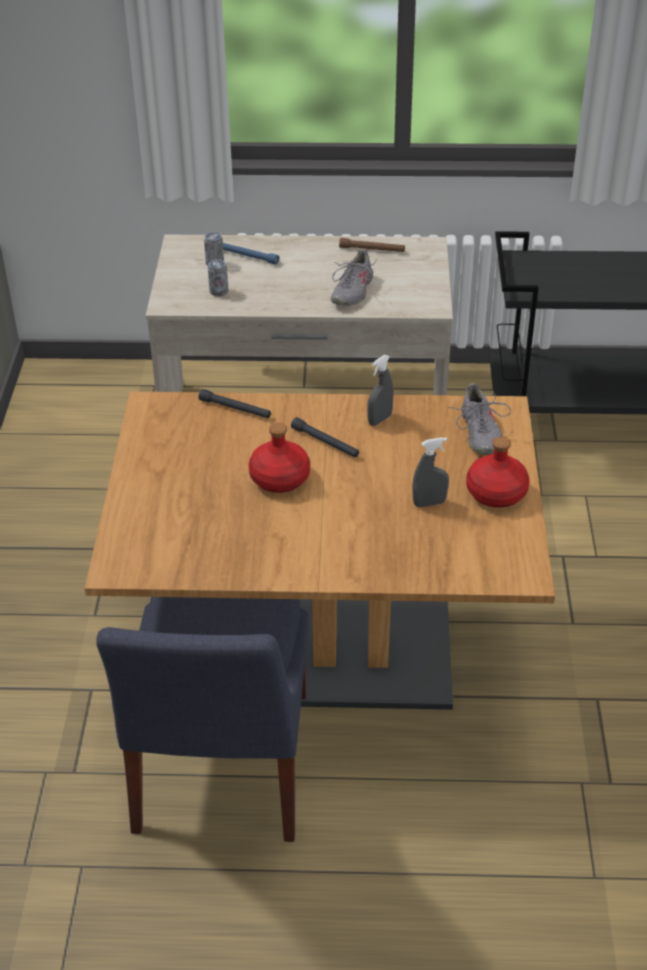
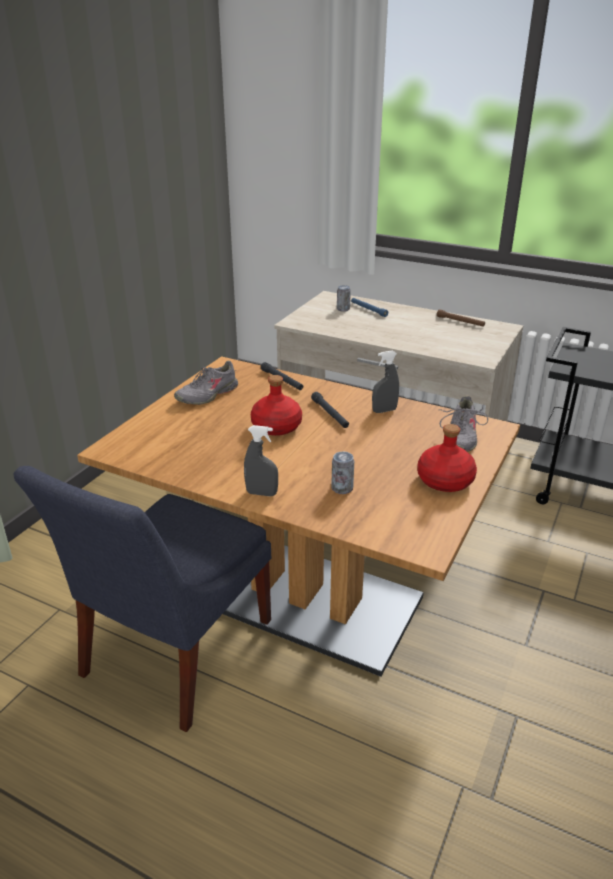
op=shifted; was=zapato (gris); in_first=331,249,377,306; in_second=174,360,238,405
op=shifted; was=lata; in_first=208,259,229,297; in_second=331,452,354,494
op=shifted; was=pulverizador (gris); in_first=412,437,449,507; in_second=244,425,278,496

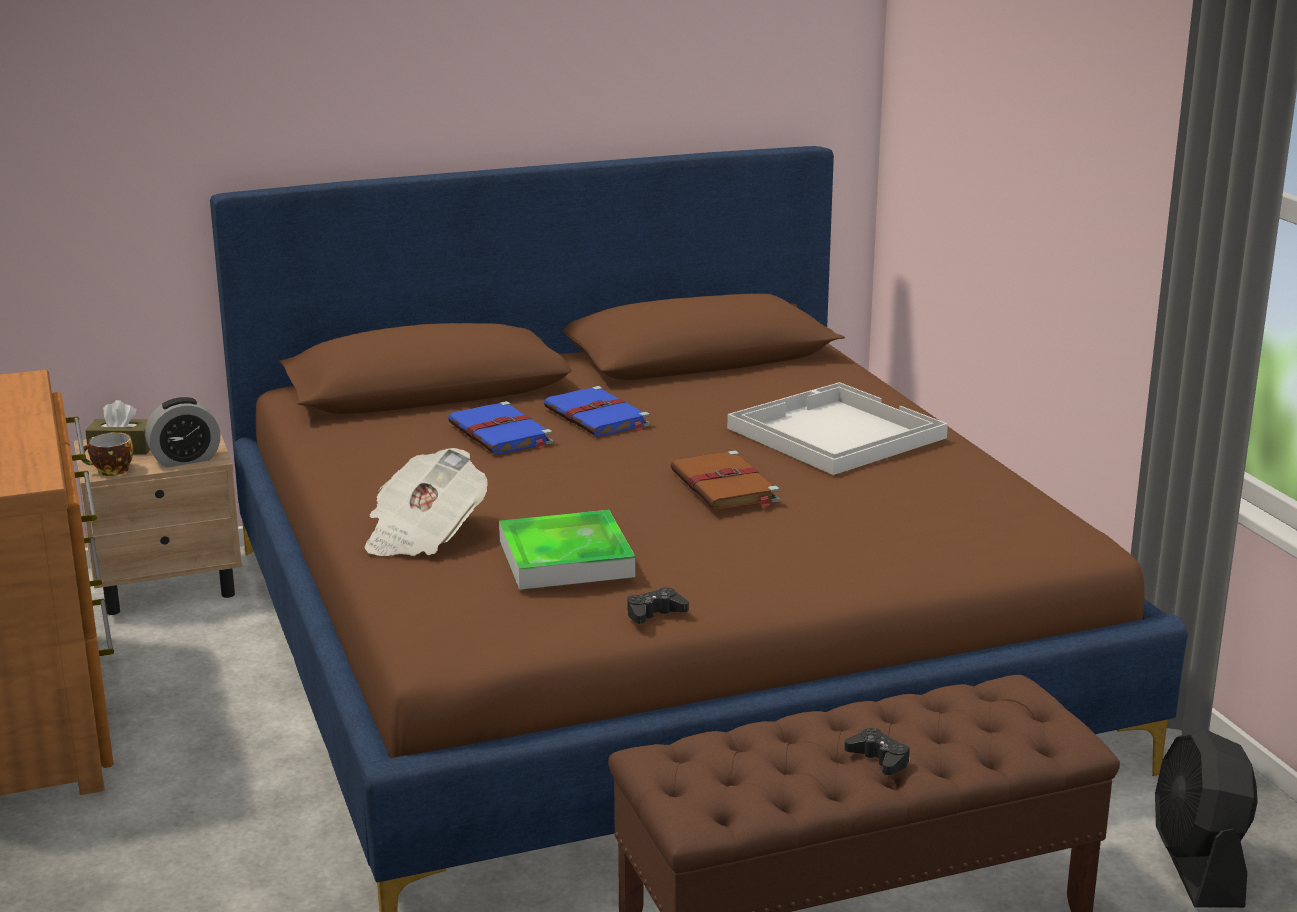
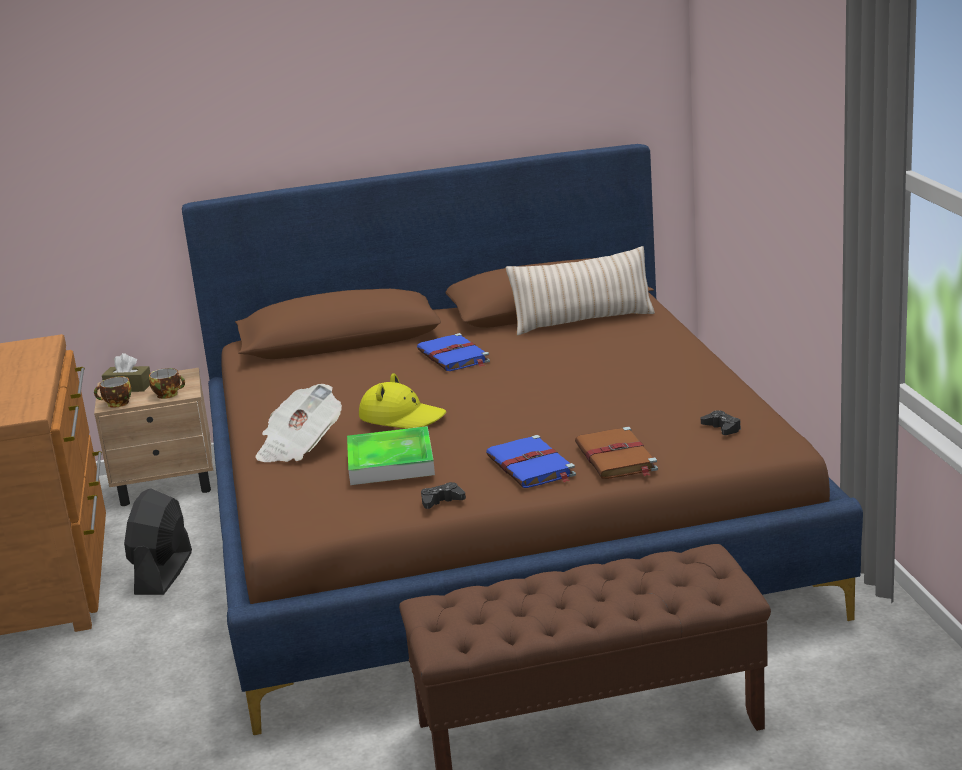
op=gone; was=bandeja (blanco); in_first=727,382,948,475
op=swapped; was=despertador; now=taza; in_first=145,397,220,467; in_second=149,368,185,399
op=shifted; was=libro (azul); in_first=448,401,553,454; in_second=486,435,576,488
op=shifted; was=libro (marrón); in_first=670,450,779,510; in_second=575,427,658,479
op=shifted; was=mando de consola (negro); in_first=844,728,910,775; in_second=701,410,741,435
op=shifted; was=ventilador (negro); in_first=1155,729,1258,908; in_second=124,488,192,595
op=new; now=cojín (beis); in_second=505,246,655,336
op=new; now=sombrero (amarillo); in_second=359,373,446,429

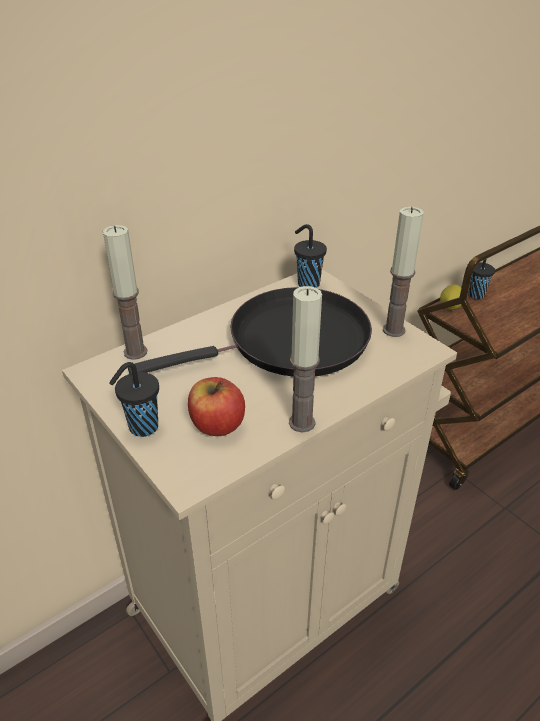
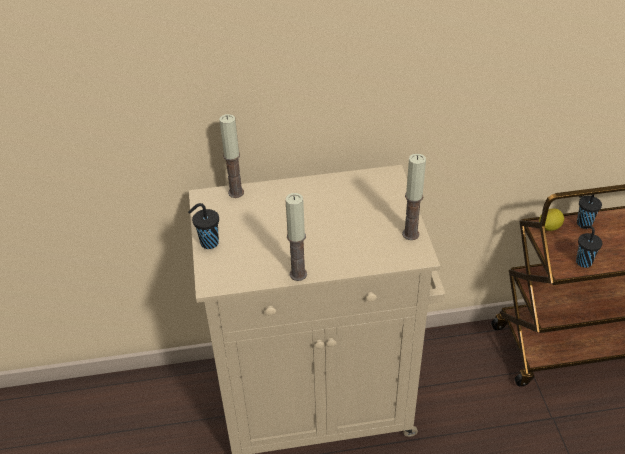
op=shifted; was=taza (negro); in_first=294,224,327,288; in_second=576,226,602,268
op=gone; was=sartén (negro); in_first=128,287,372,376
op=gone; was=manzana; in_first=188,377,245,436

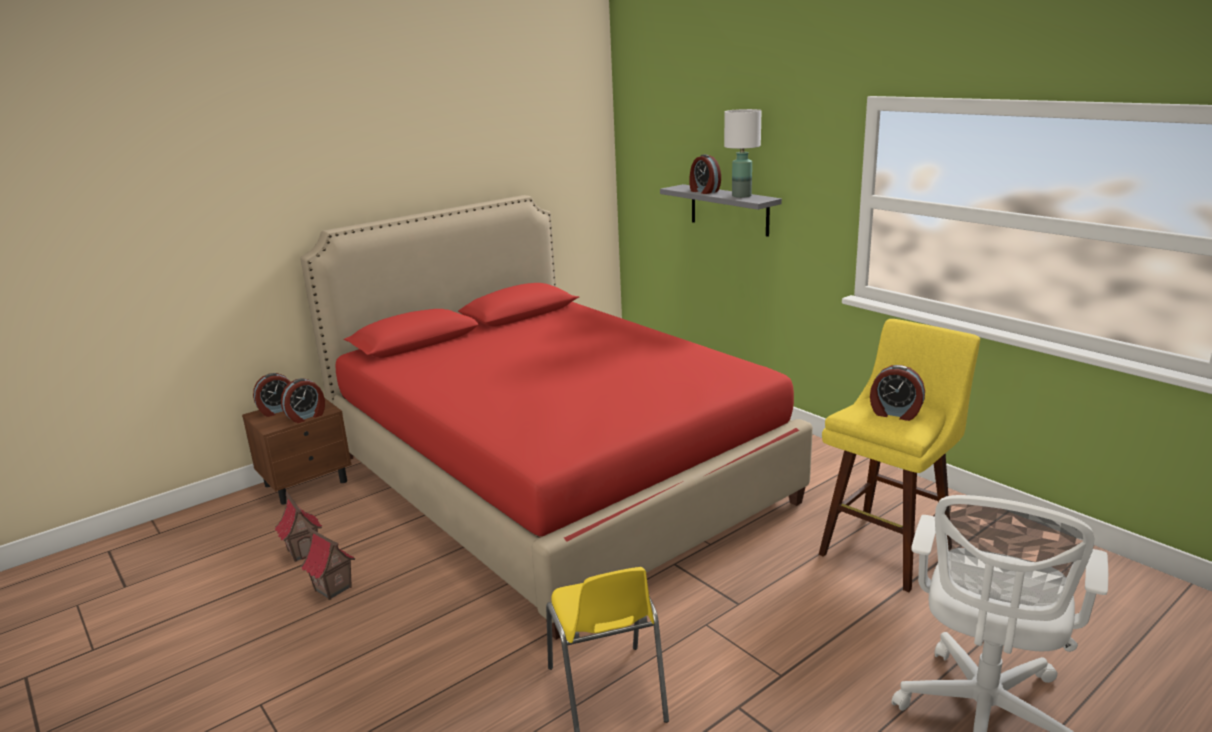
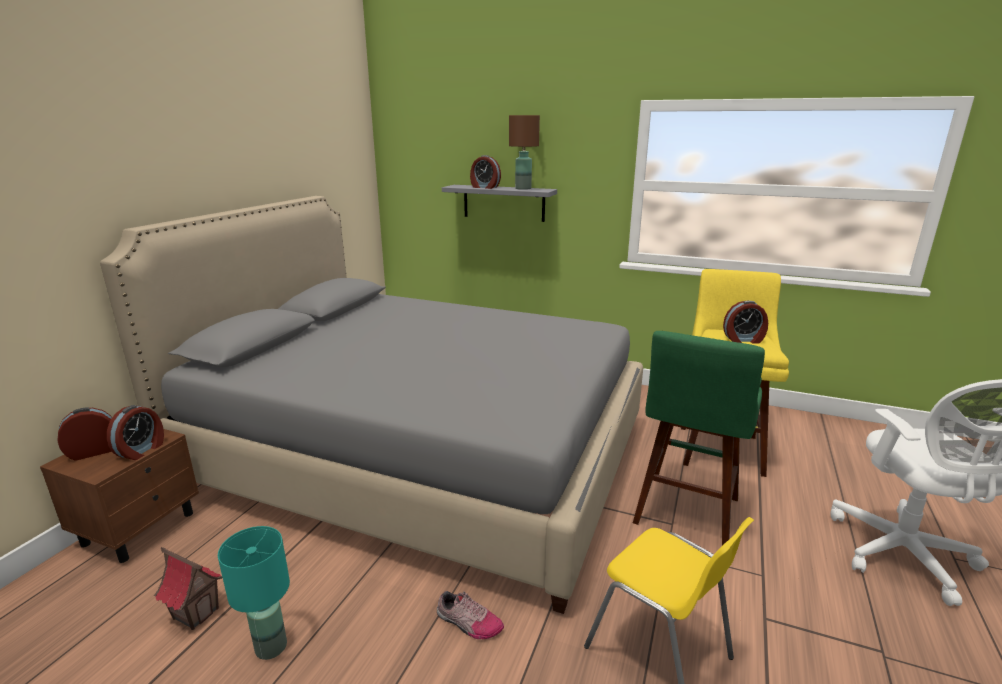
op=repainted; was=lámpara de mesa (blanco); now=lámpara de mesa (marrón); in_first=724,109,762,198; in_second=509,115,540,190
op=repainted; was=cama (rojo); now=cama (gris); in_first=300,195,813,640; in_second=100,196,643,614
op=rotated; was=despertador; in_first=253,373,290,417; in_second=57,407,112,461; clockwise=-150
op=swapped; was=casita; now=lámpara de mesa (turquesa); in_first=301,527,355,600; in_second=218,526,290,660
op=new; now=taburete (verde); in_second=633,331,765,545
op=new; now=zapato; in_second=437,591,504,639

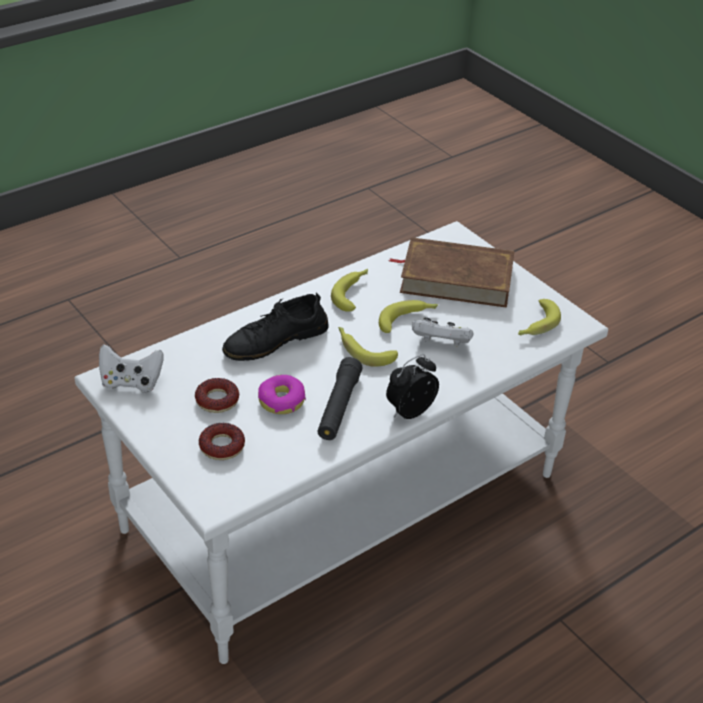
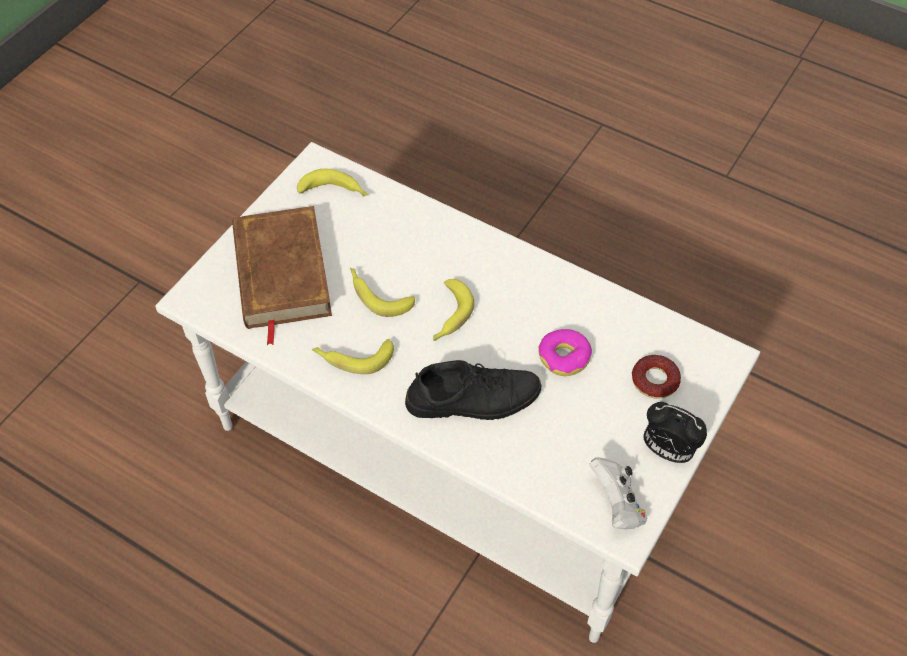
op=rotated; was=zapato (negro); in_first=222,293,328,361; in_second=405,360,541,420; clockwise=-45
op=gone; was=mando de consola (blanco); in_first=412,317,473,347
op=shifted; was=despertador; in_first=386,354,439,419; in_second=644,402,707,463
op=gone; was=linterna (negro); in_first=317,357,362,440
op=gone; was=rosquilla; in_first=195,378,239,413

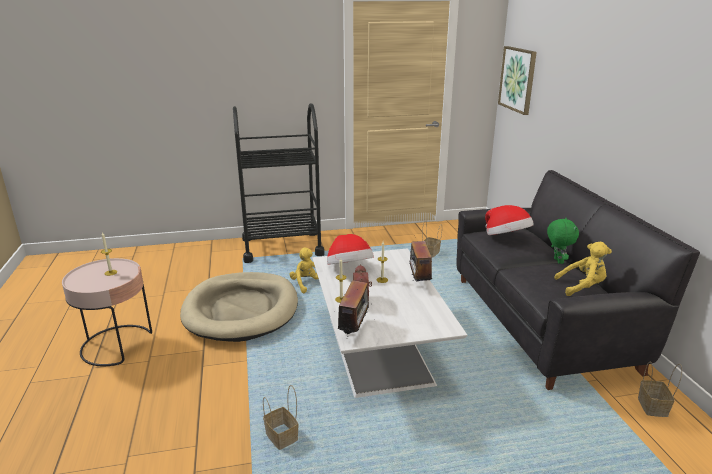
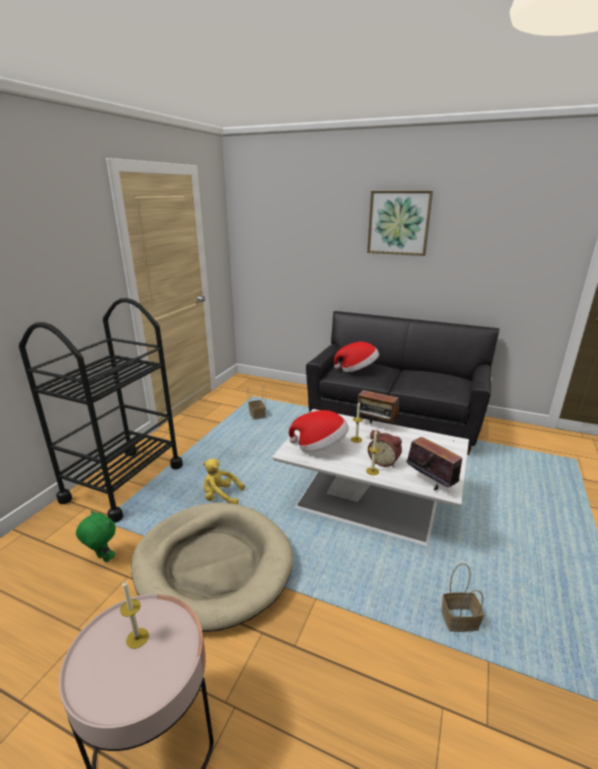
op=shifted; was=cuadro; in_first=498,46,537,115; in_second=367,191,433,256
op=shifted; was=peluche (verde); in_first=547,218,579,264; in_second=76,510,116,562
op=gone; was=peluche (amarillo); in_first=554,242,612,296
op=gone; was=cesta; in_first=638,362,682,417

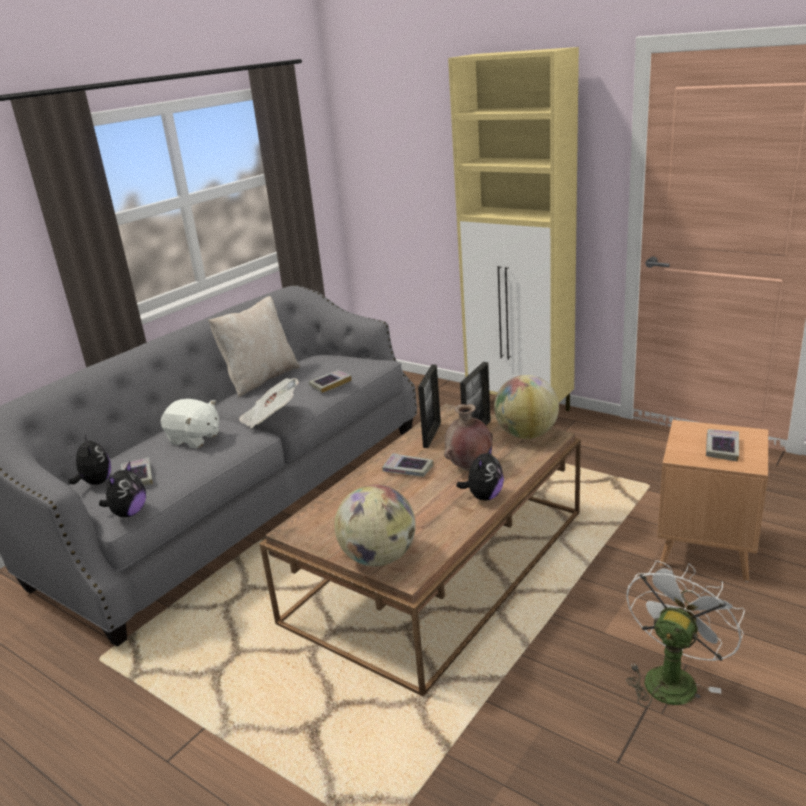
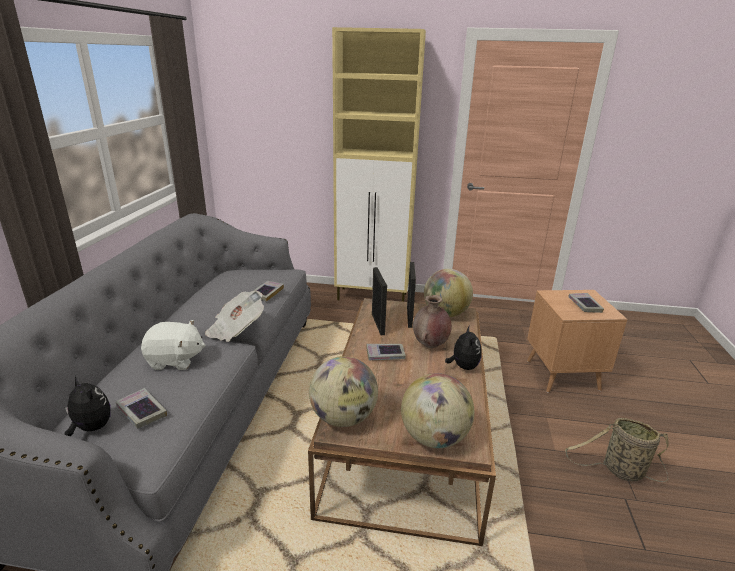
op=gone; was=cojín (beis); in_first=208,296,300,398
op=gone; was=peluche; in_first=99,462,146,517
op=swapped; was=ventilador (blanco); now=cesta; in_first=626,561,745,707; in_second=565,418,669,482
op=new; now=globo terráqueo; in_second=309,356,378,427

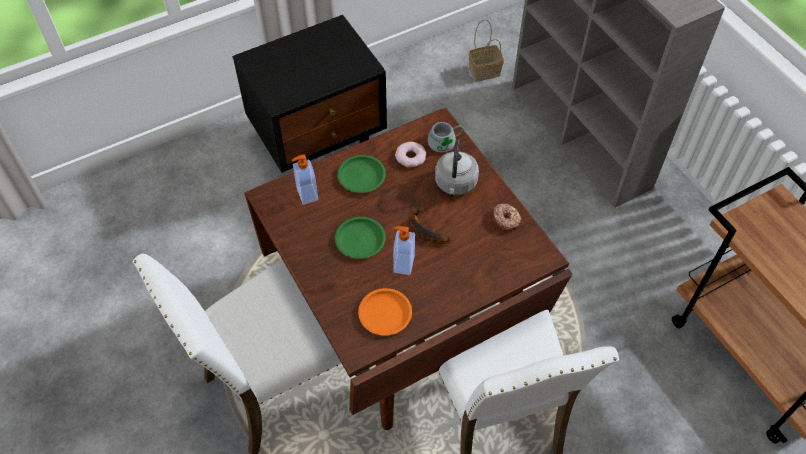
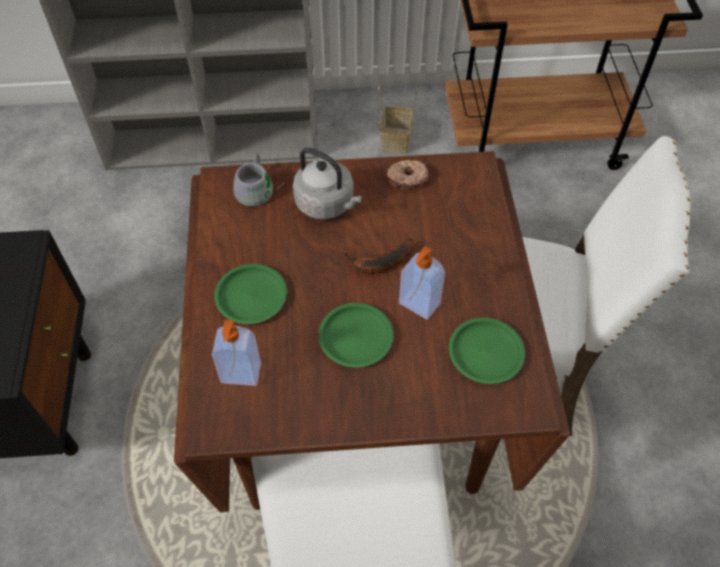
op=shifted; was=cesta; in_first=469,19,504,81; in_second=378,84,417,154
op=gone; was=rosquilla; in_first=395,142,426,167
op=repainted; was=plato (naranja); now=plato (verde); in_first=358,288,412,336; in_second=449,318,525,384

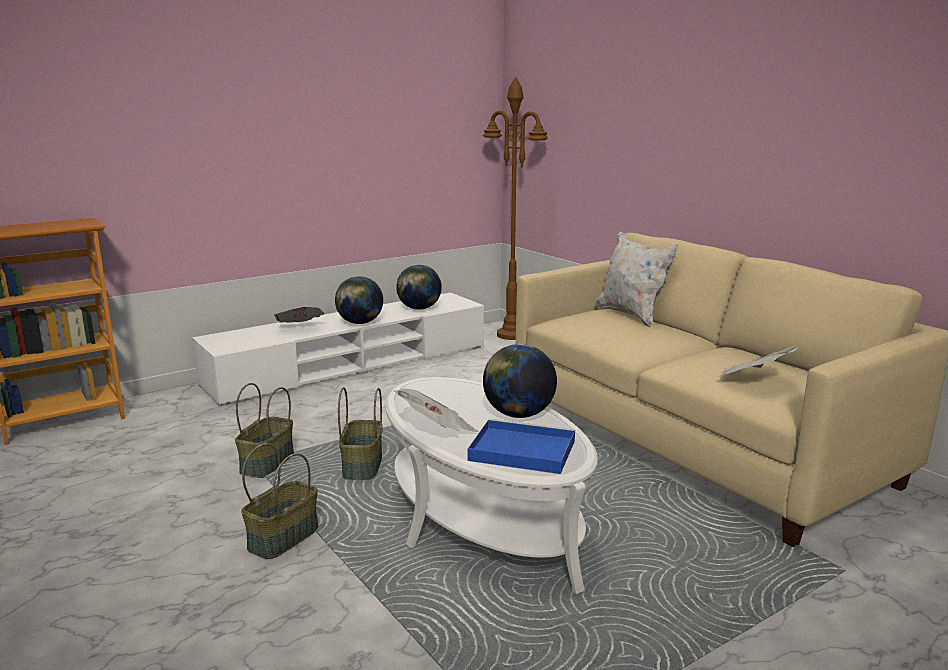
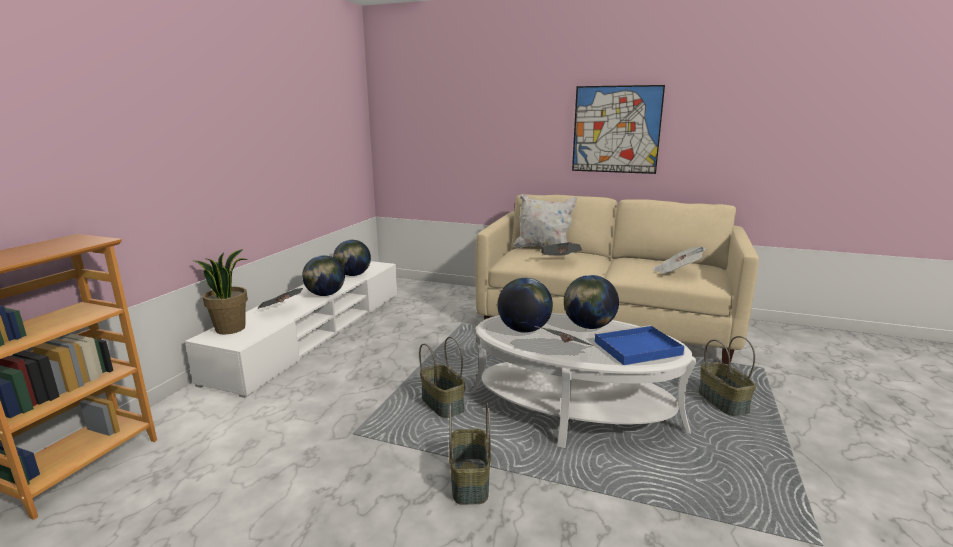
op=gone; was=lámpara de pie (marrón); in_first=483,77,548,340
op=shifted; was=cesta; in_first=235,383,294,478; in_second=698,336,756,416
op=new; now=cuadro; in_second=572,85,665,174
op=new; now=periódico; in_second=541,243,582,256
op=new; now=planta en maceta; in_second=194,249,248,334
op=new; now=globo terráqueo; in_second=497,278,553,333

